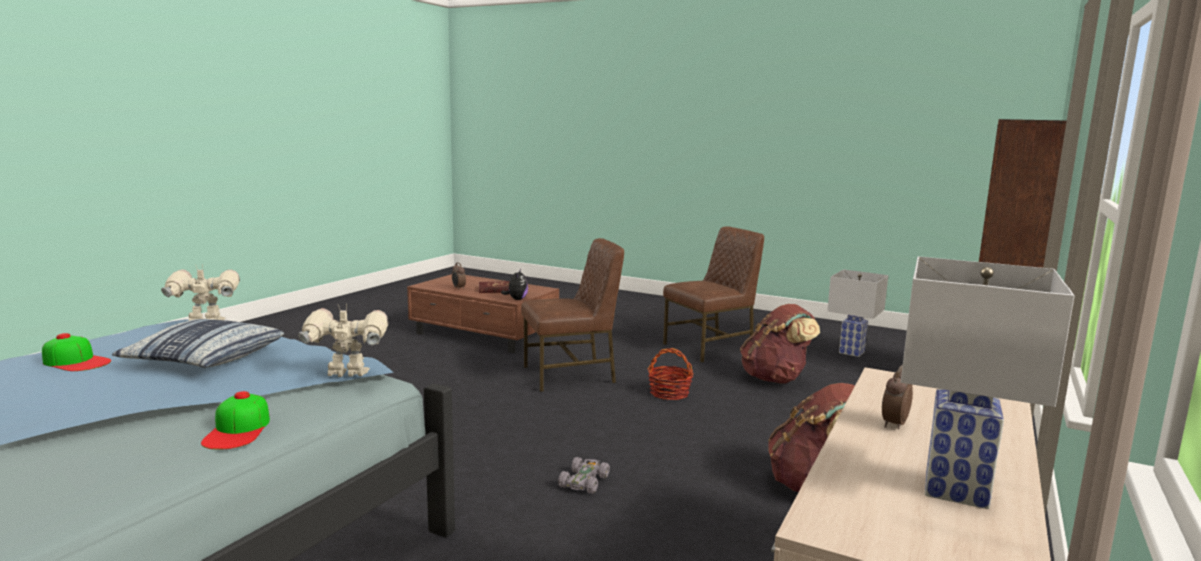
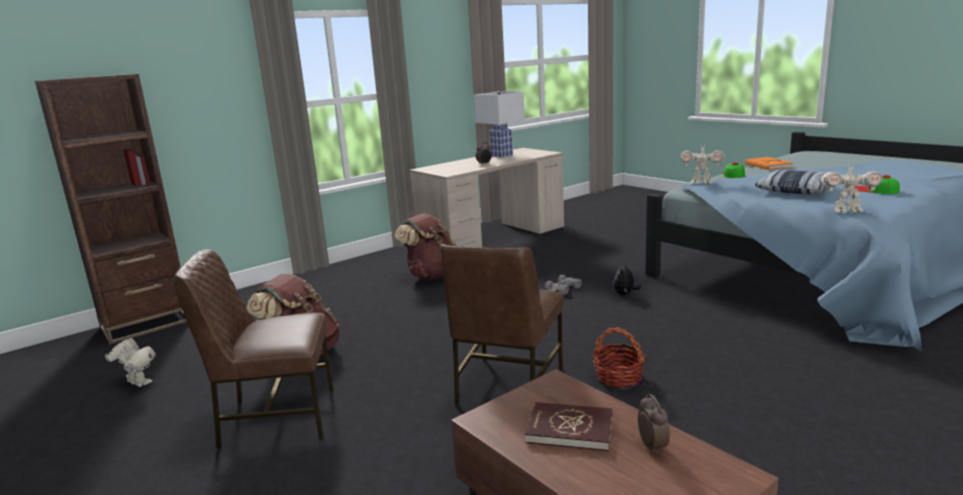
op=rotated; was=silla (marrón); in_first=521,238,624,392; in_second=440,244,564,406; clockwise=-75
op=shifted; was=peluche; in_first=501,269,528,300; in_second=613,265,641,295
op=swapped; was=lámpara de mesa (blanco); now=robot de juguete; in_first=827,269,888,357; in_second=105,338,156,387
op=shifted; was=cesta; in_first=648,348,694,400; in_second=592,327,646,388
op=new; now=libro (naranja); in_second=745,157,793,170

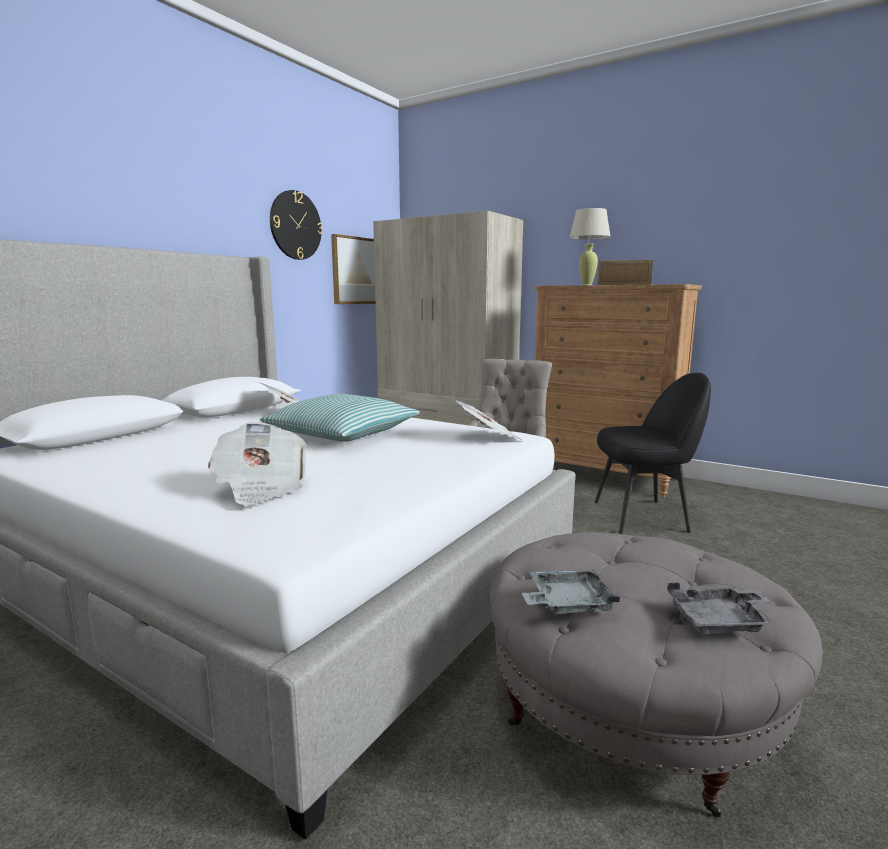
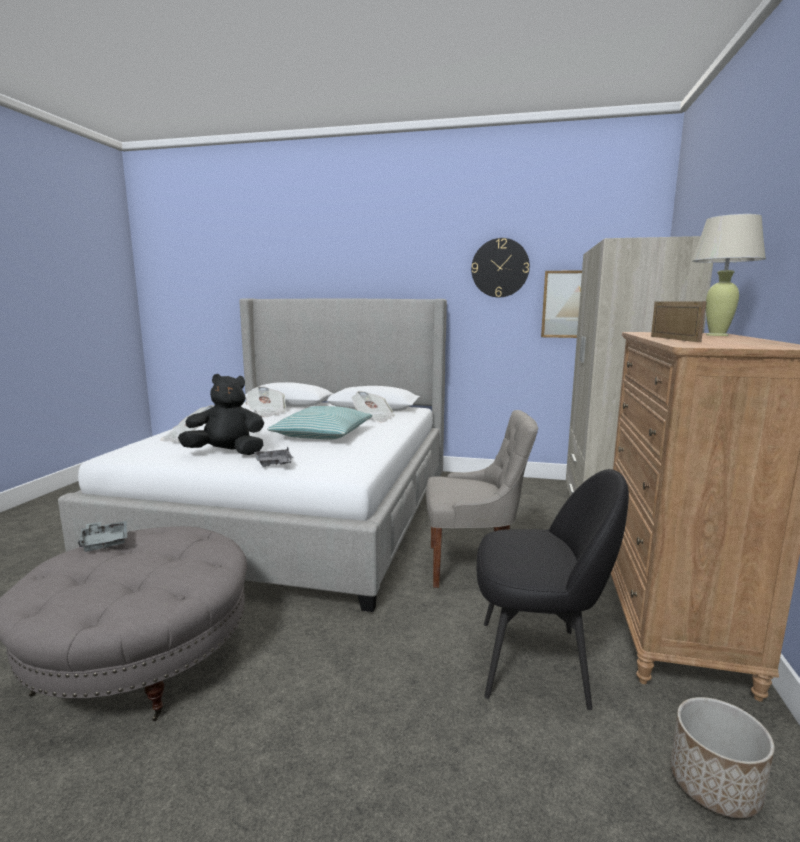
op=rotated; was=silla (negro); in_first=595,373,711,534; in_second=477,469,629,710; clockwise=-60
op=shifted; was=periódico; in_first=452,399,523,440; in_second=245,386,286,417
op=shifted; was=bandeja (gris); in_first=667,582,775,634; in_second=254,446,293,467
op=new; now=peluche (negro); in_second=178,374,264,455
op=new; now=maceta; in_second=670,697,775,818

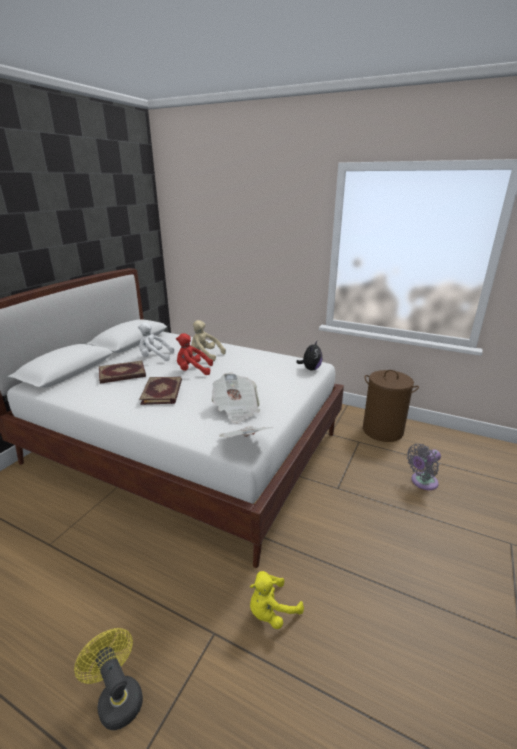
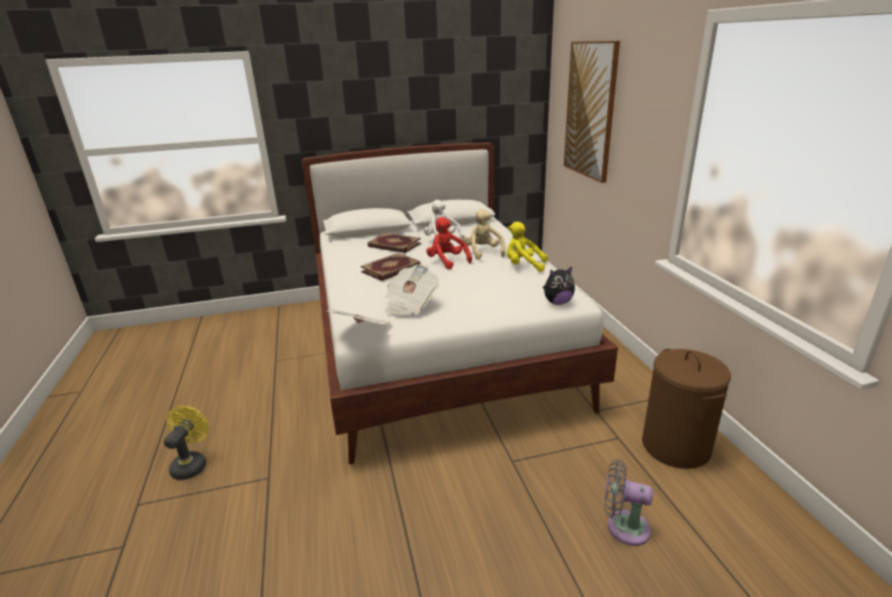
op=shifted; was=peluche (amarillo); in_first=250,571,304,629; in_second=506,222,548,272
op=new; now=cuadro; in_second=564,41,620,183

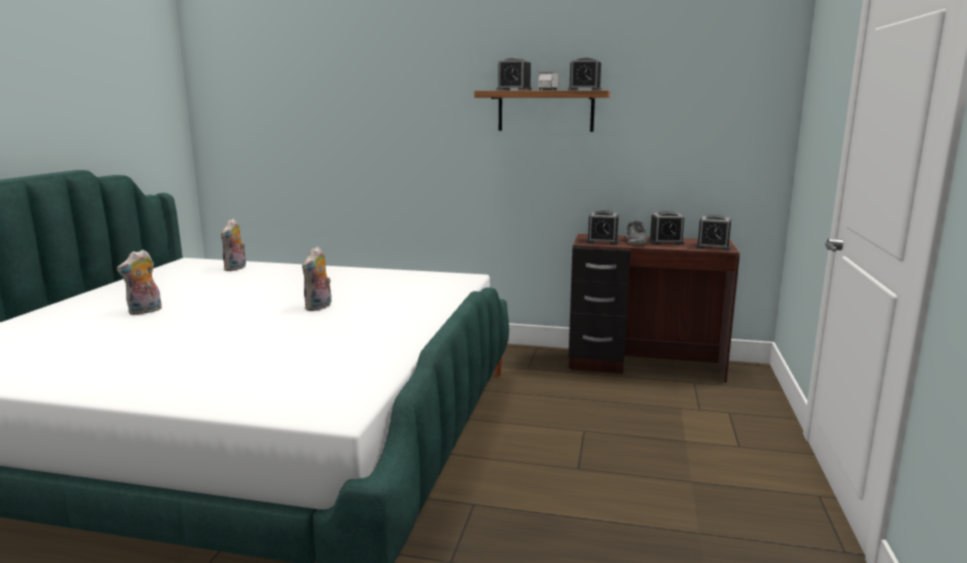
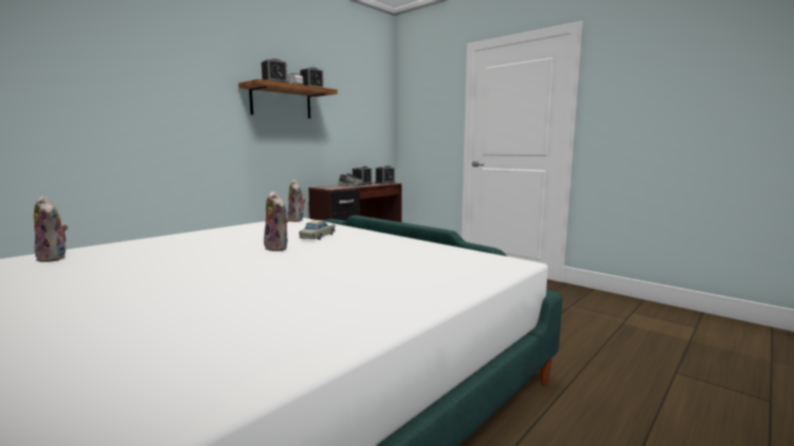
op=gone; was=despertador; in_first=586,210,619,245
op=shifted; was=peluche; in_first=117,249,162,315; in_second=287,179,306,222
op=new; now=coche de juguete (beis); in_second=299,220,335,240

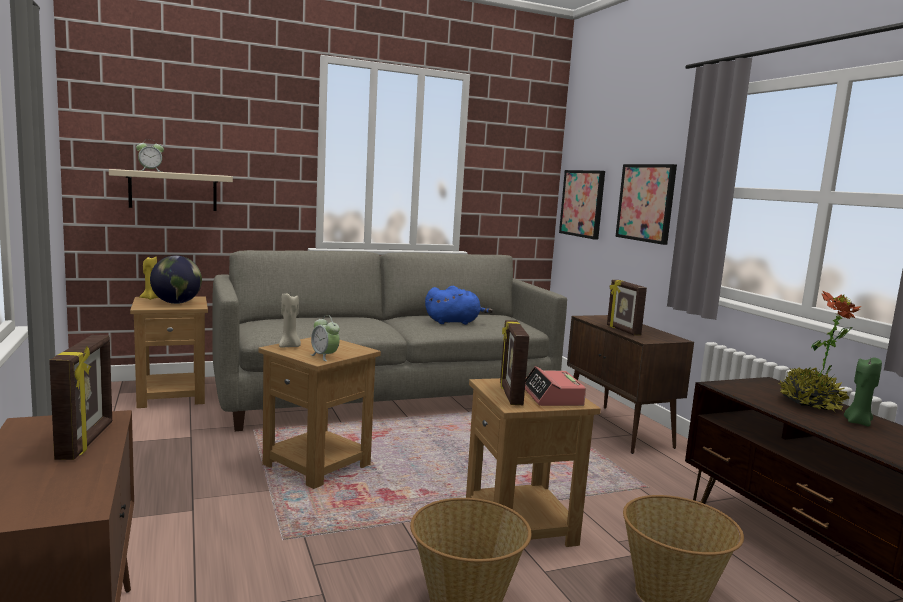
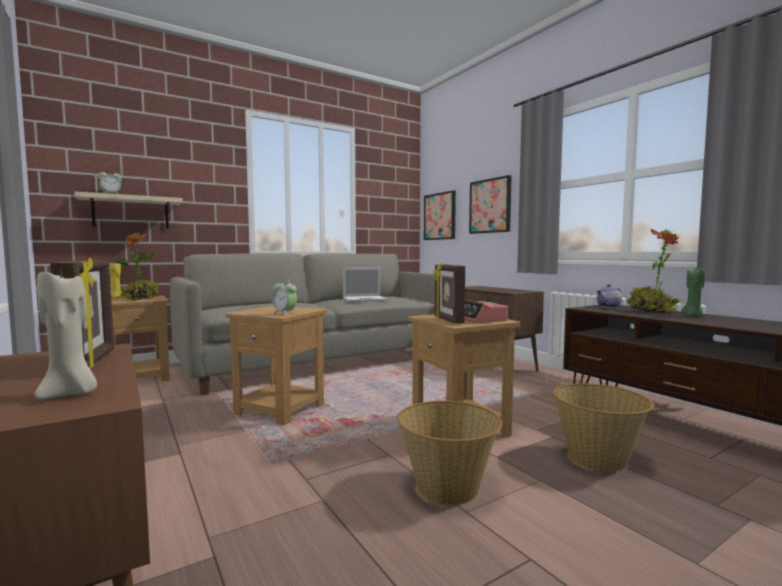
op=swapped; was=globo terráqueo; now=planta en maceta; in_first=150,255,202,304; in_second=115,233,159,300
op=gone; was=portarretratos; in_first=607,280,647,336
op=swapped; was=peluche (azul); now=portátil; in_first=425,286,493,325; in_second=343,267,388,302
op=shifted; was=vela (beis); in_first=279,294,301,347; in_second=35,272,97,399
op=new; now=tetera; in_second=596,284,622,308

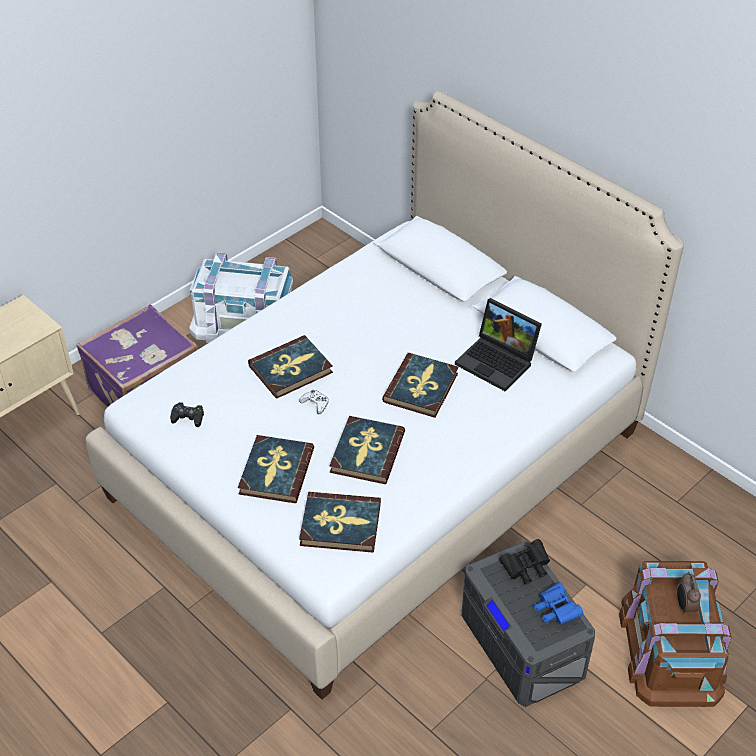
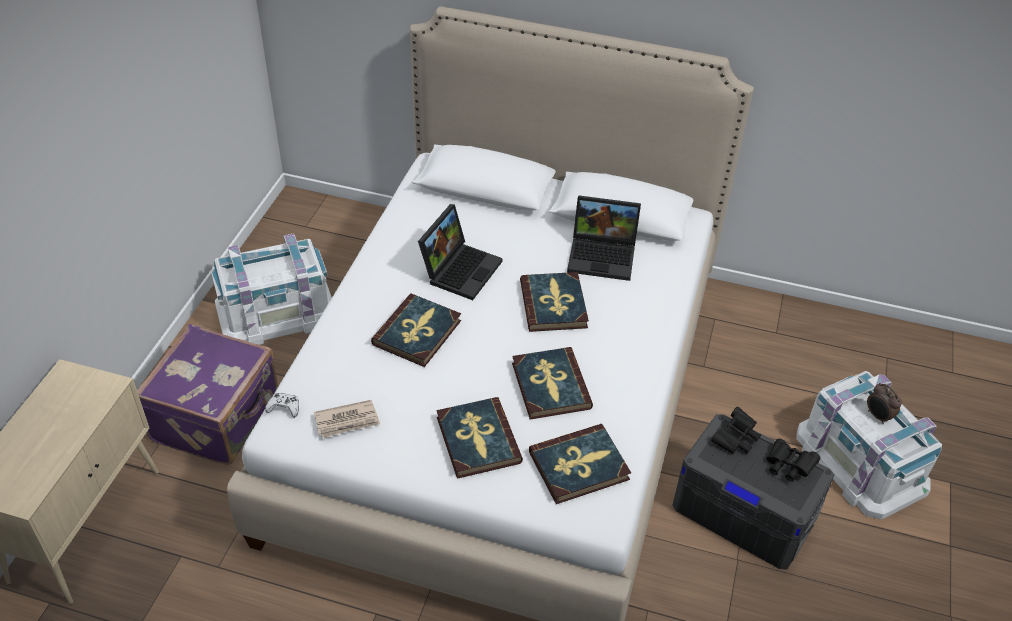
op=shifted; was=mando de consola (blanco); in_first=299,390,329,414; in_second=265,393,299,418
op=swapped; was=mando de consola (negro); now=periódico; in_first=170,402,204,427; in_second=314,400,380,438
op=repainted; was=caja de almacenaje (marrón); now=caja de almacenaje (blanco); in_first=619,561,732,707; in_second=796,371,942,520
op=repainted; was=prismáticos (azul); now=prismáticos (negro); in_first=534,582,584,625; in_second=766,439,820,482
op=new; now=portátil; in_second=418,204,503,300

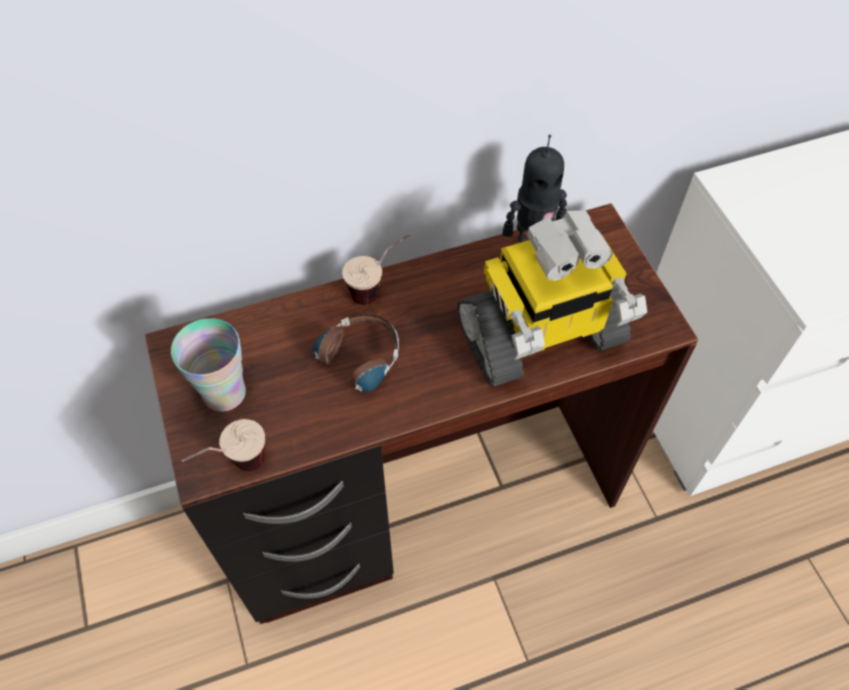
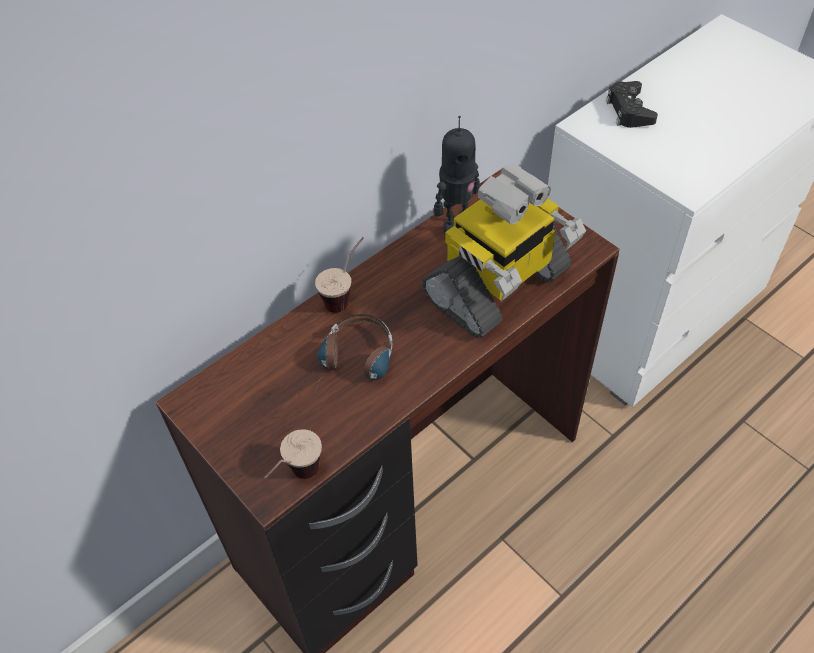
op=gone; was=taza; in_first=171,318,246,412
op=new; now=mando de consola (negro); in_second=606,81,658,128

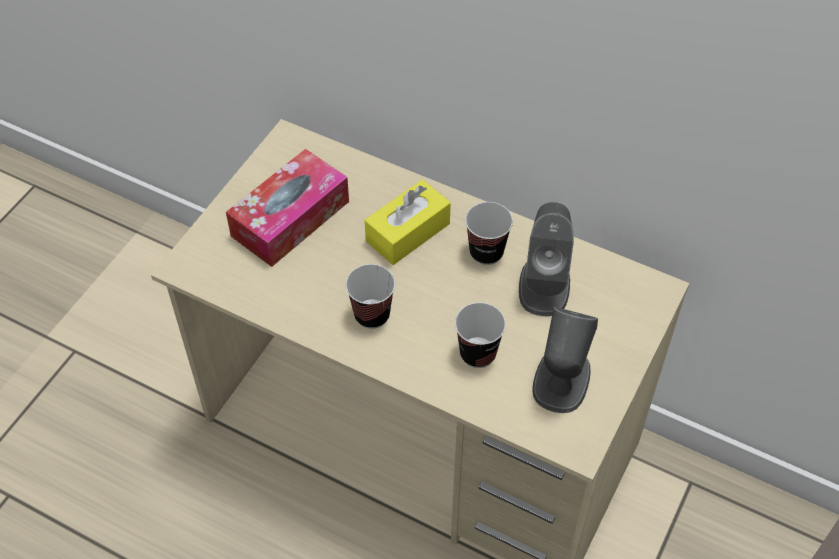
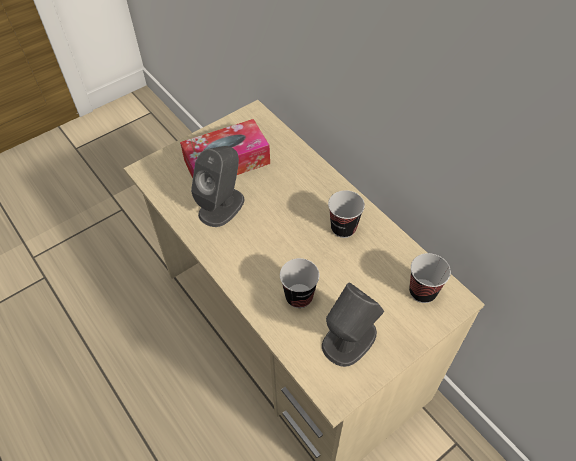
op=gone; was=caja de pañuelos (amarillo); in_first=365,180,451,265
op=shifted; was=altavoz (gris); in_first=519,202,574,316; in_second=191,146,245,227
op=shifted; was=taza; in_first=346,264,395,329; in_second=409,253,451,303

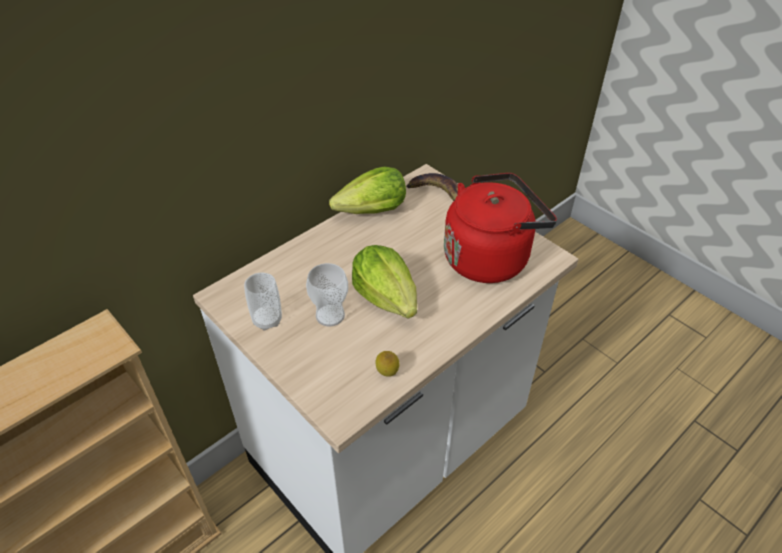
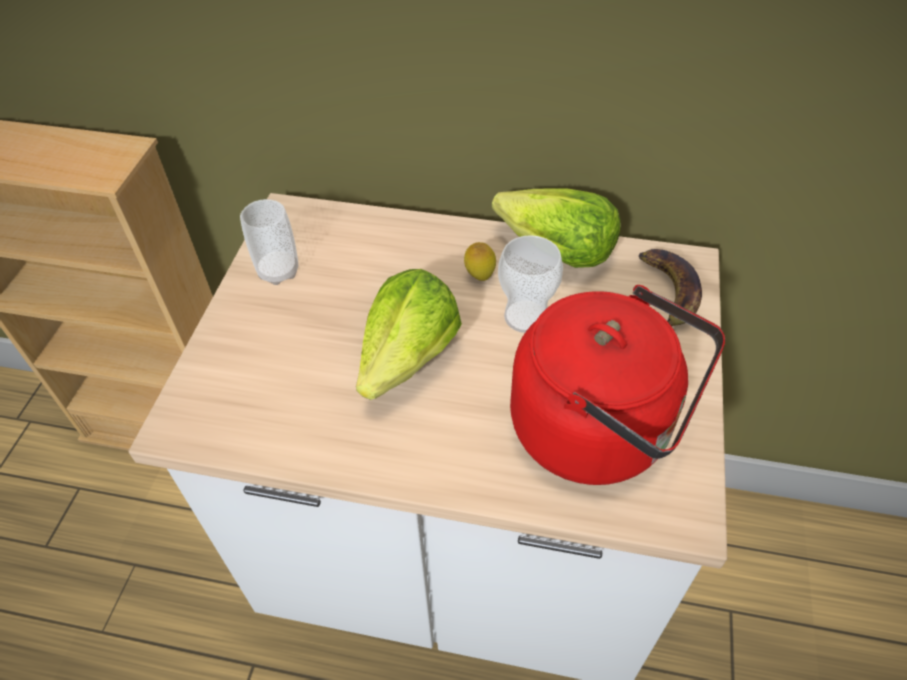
op=shifted; was=taza; in_first=306,263,348,327; in_second=498,235,563,333
op=shifted; was=limón; in_first=376,351,399,377; in_second=464,242,496,281

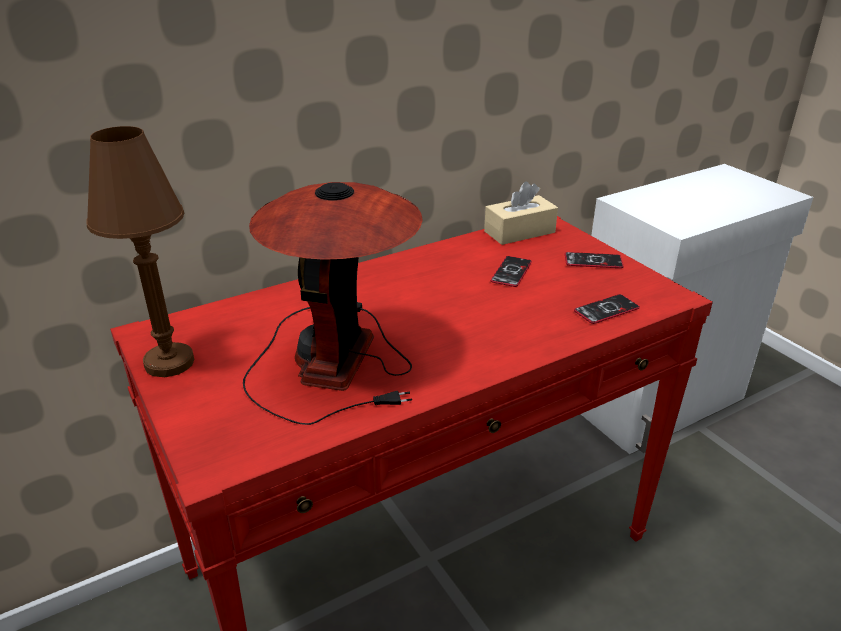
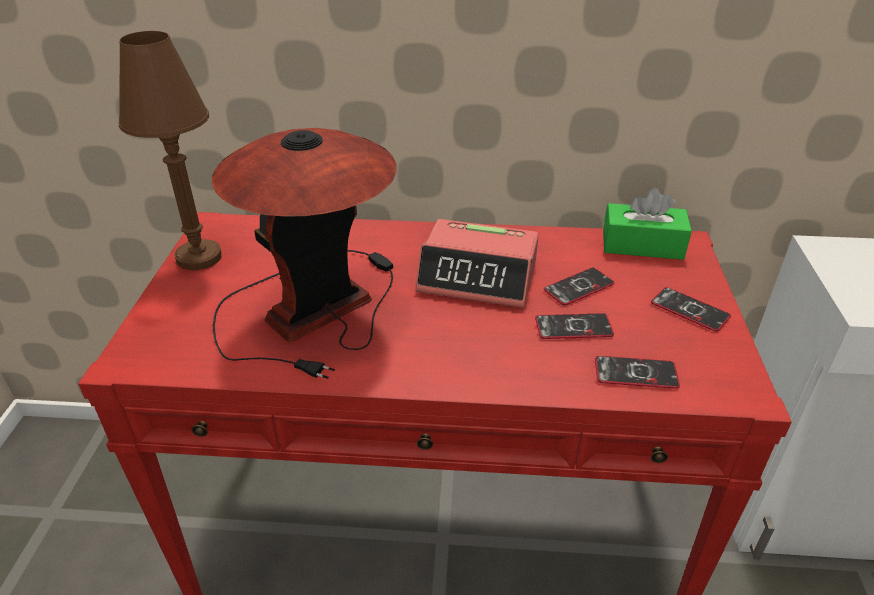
op=repainted; was=caja de pañuelos (beis); now=caja de pañuelos (verde); in_first=484,181,558,245; in_second=603,188,692,260
op=new; now=despertador; in_second=415,219,539,308
op=new; now=móvil; in_second=535,313,614,339

